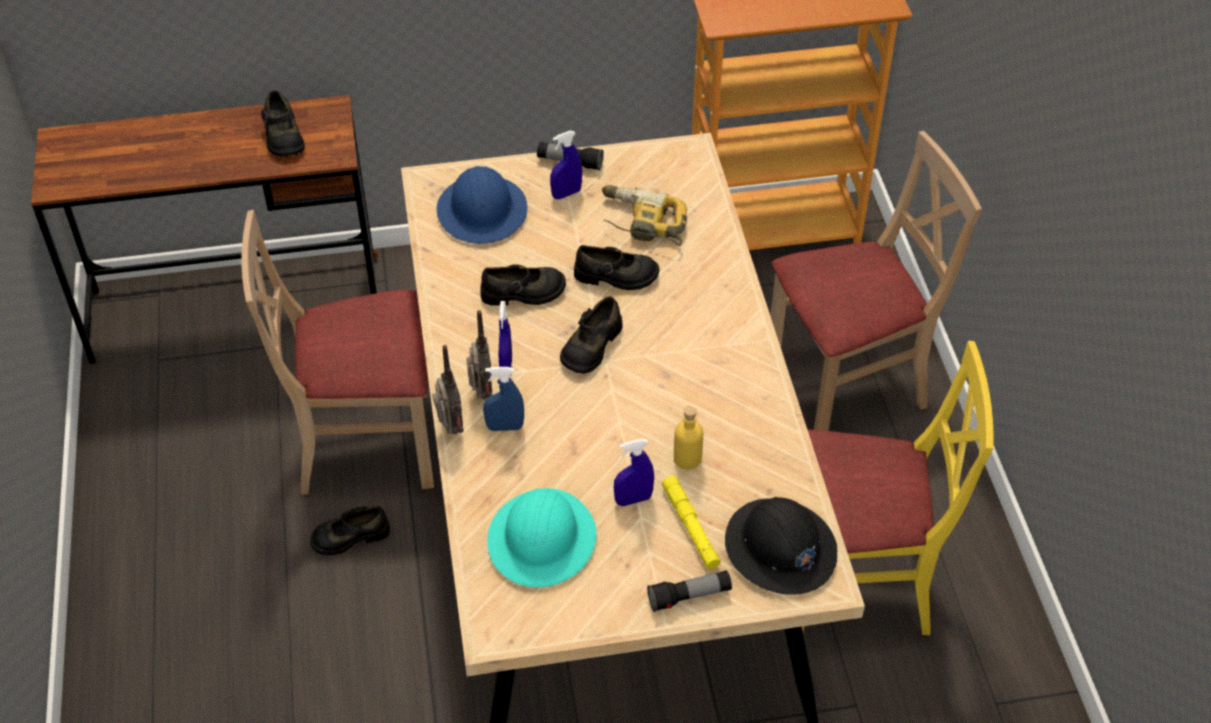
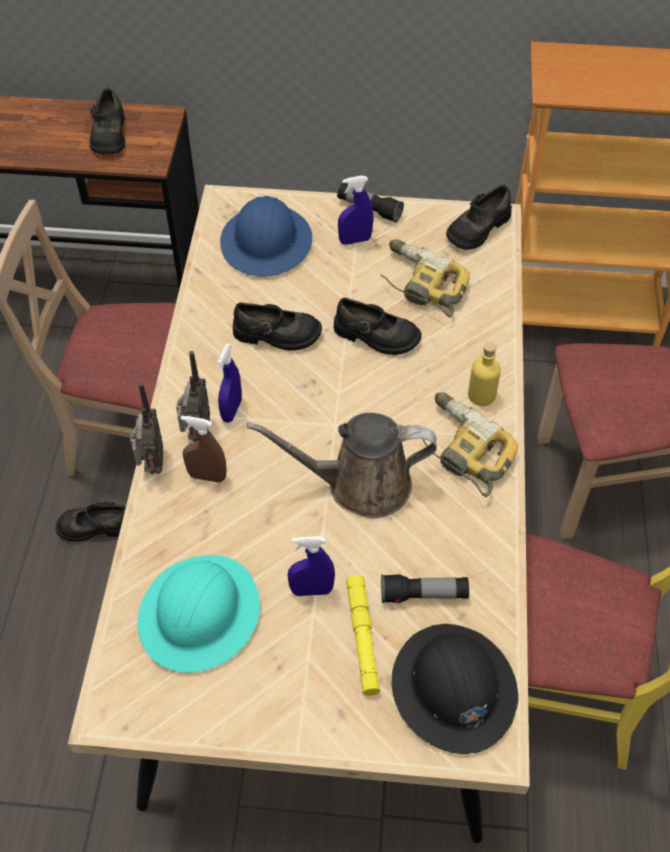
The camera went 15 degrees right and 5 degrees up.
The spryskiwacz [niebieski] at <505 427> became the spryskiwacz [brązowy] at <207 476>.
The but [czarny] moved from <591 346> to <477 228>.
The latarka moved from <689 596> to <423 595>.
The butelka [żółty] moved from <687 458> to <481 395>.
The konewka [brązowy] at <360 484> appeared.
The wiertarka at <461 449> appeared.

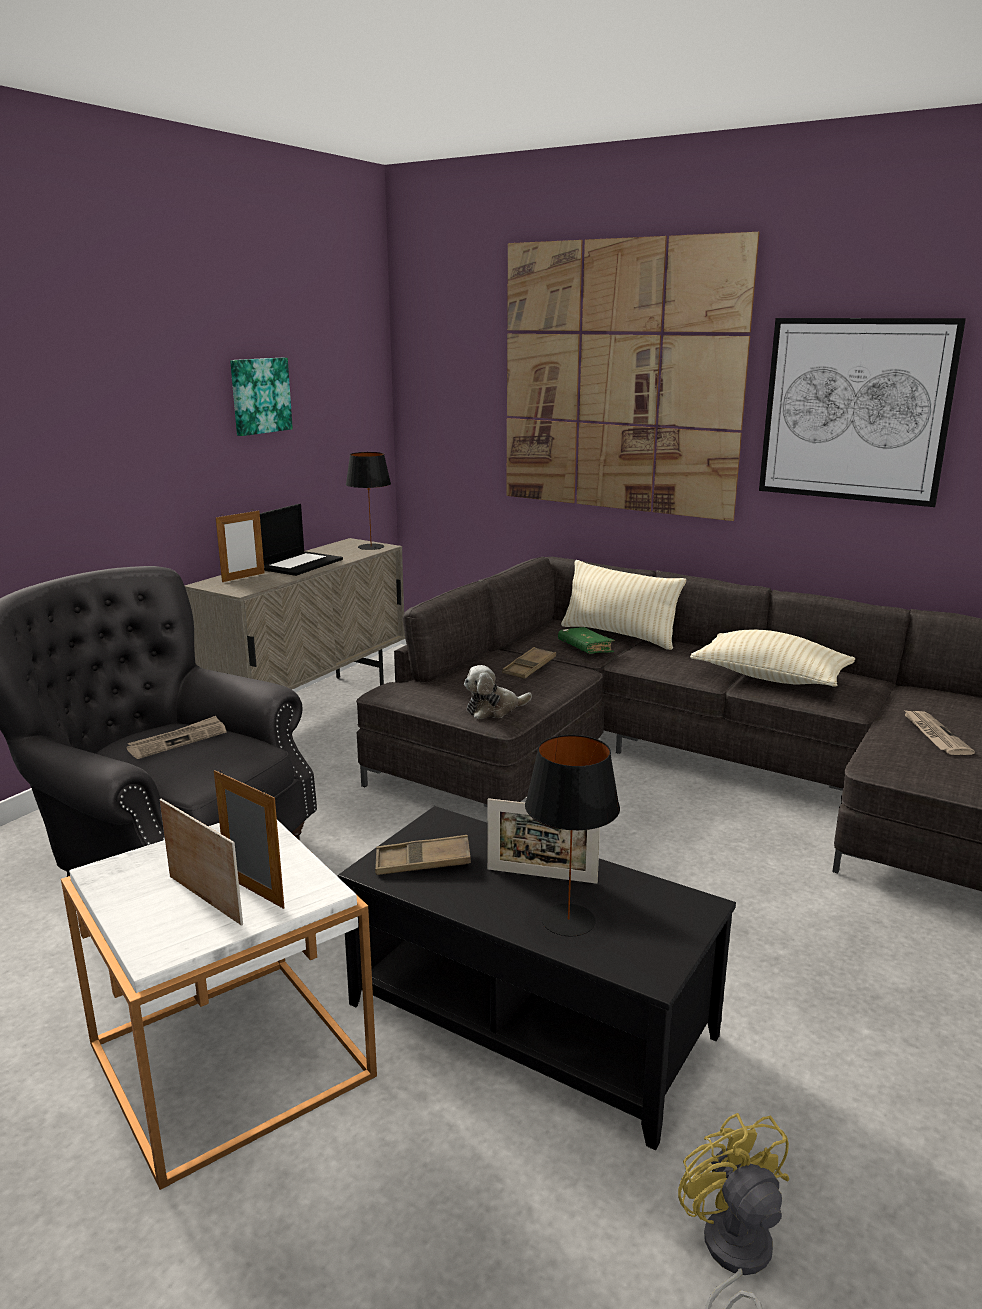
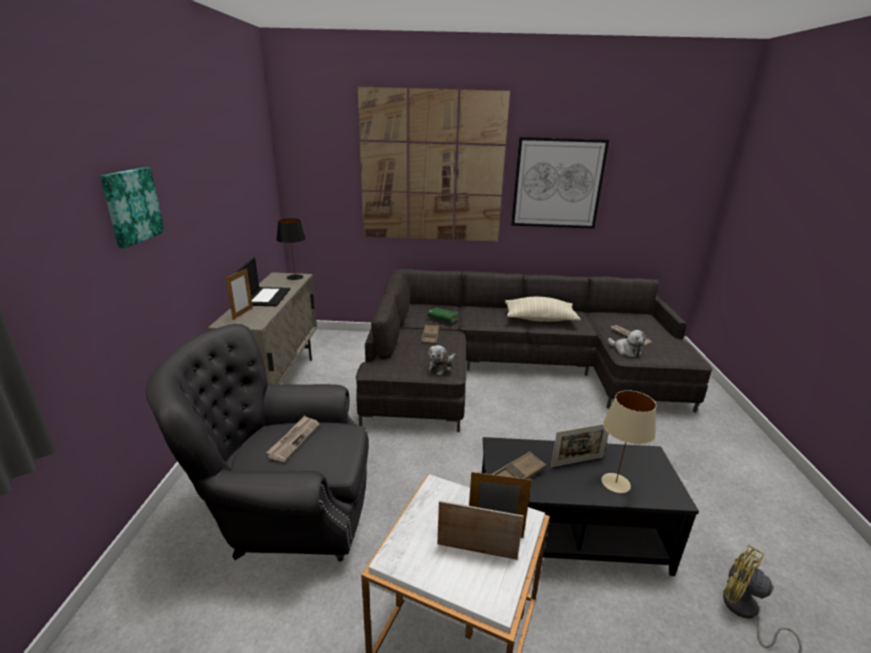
The camera went 30 degrees left and 5 degrees up.
The obraz moved from <259 395> to <131 206>.
The lampa stołowa [czarny] at <569 920> became the lampa stołowa [beżowy] at <616 483>.
The poduszka [beżowy] at <619 635> disappeared.
The pluszak at <625 350> appeared.

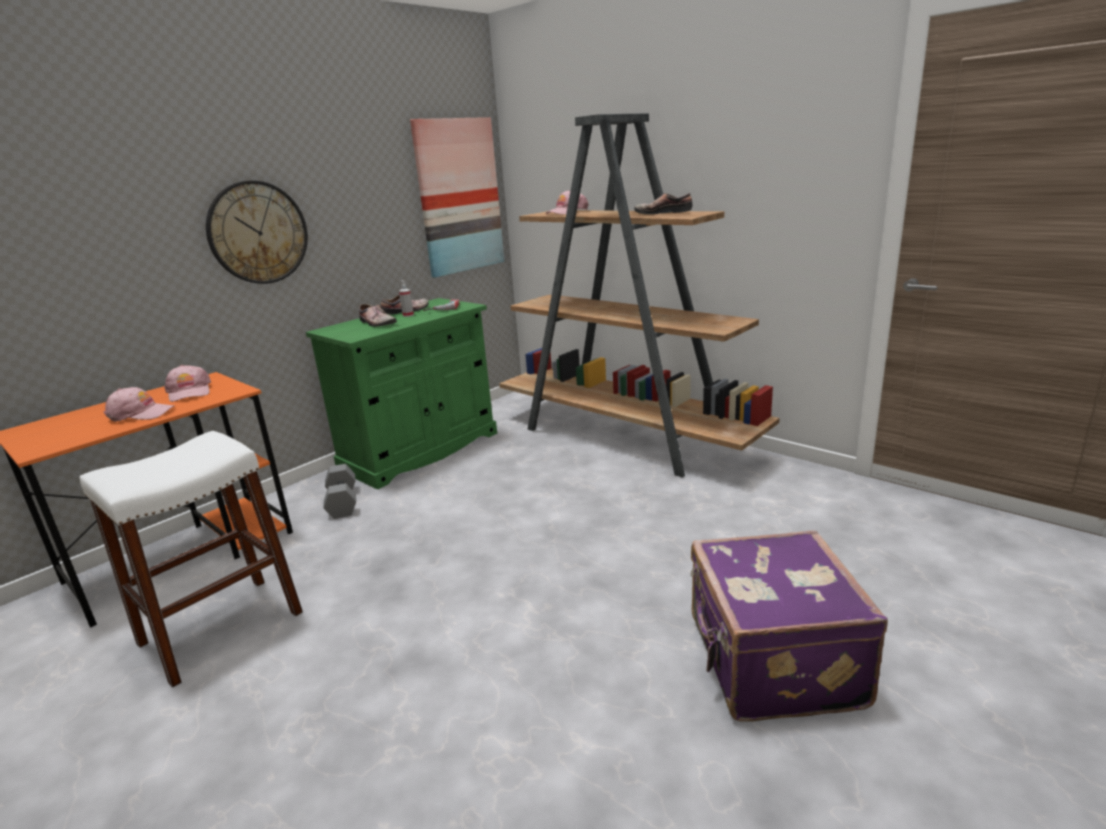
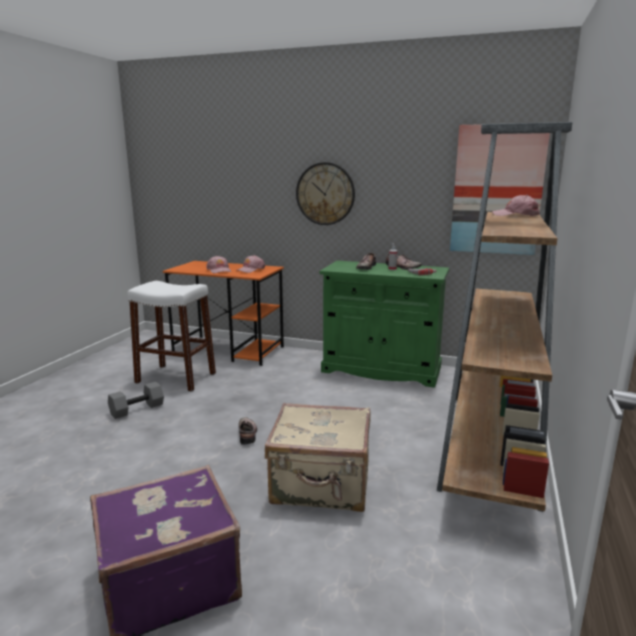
The camera went 65 degrees right and 5 degrees down.
The hantel [szary] moved from <341 502> to <137 409>.
The but moved from <663 213> to <248 434>.
The walizka [beżowy] at <321 485> appeared.

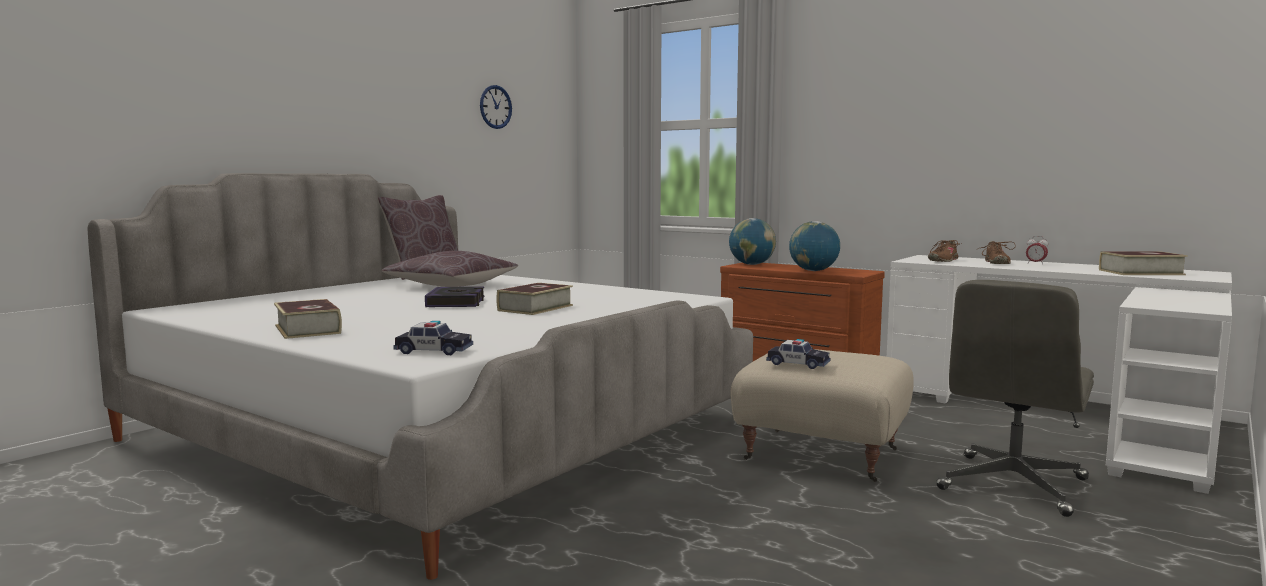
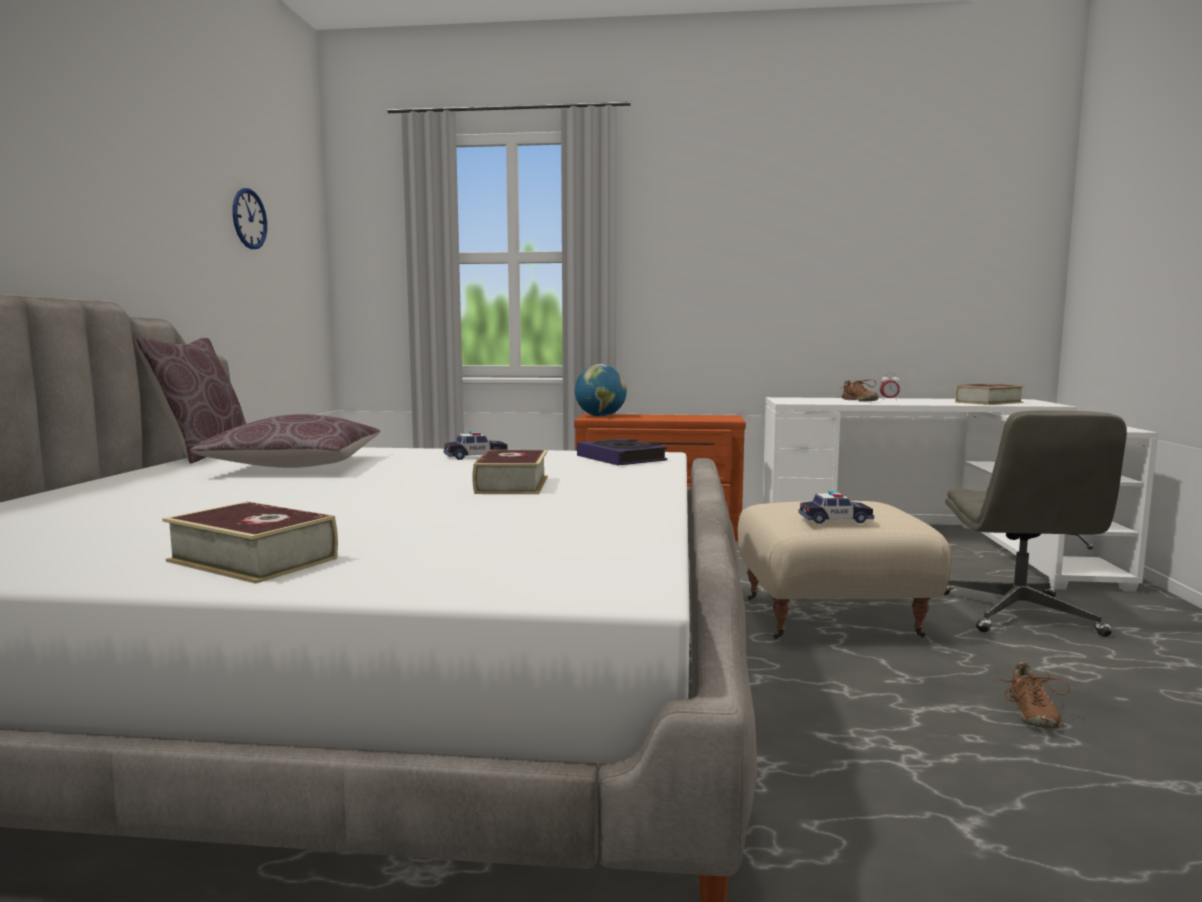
The camera went 30 degrees left and 0 degrees up.
The samochodzik moved from <434 351> to <476 456>.
The książka moved from <456 302> to <621 458>.
The globus at <813 271> disappeared.
The but [brązowy] moved from <942 260> to <1031 713>.

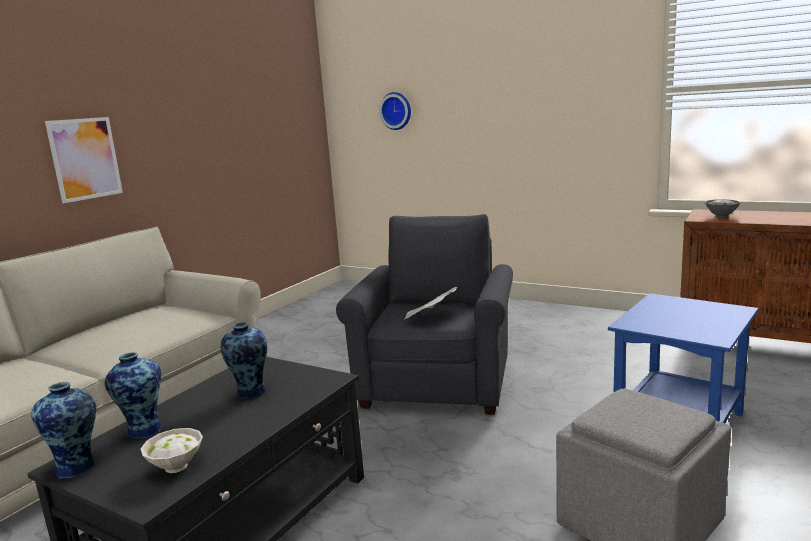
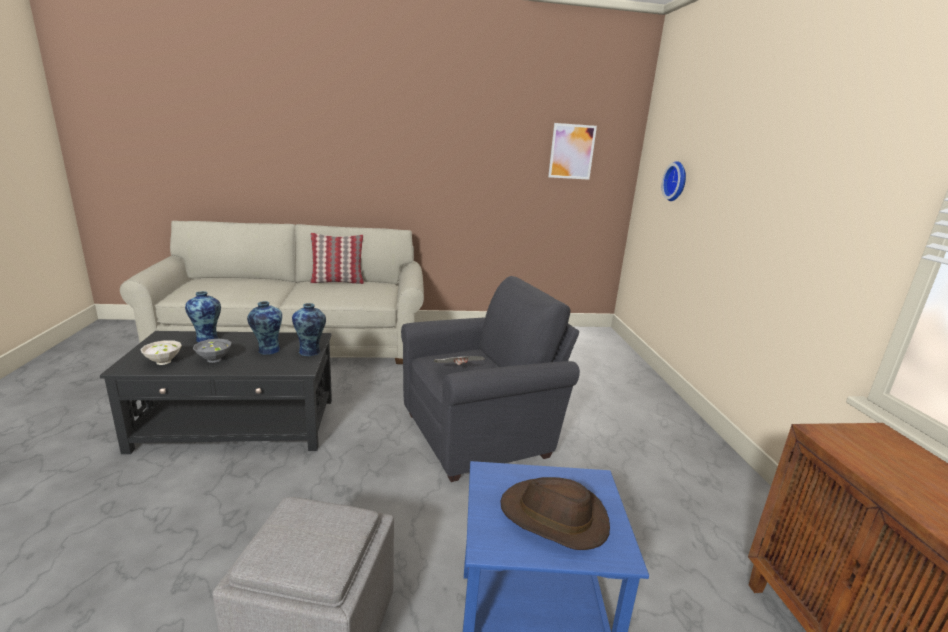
The camera went 50 degrees right and 5 degrees up.
The wazon moved from <77 467> to <310 352>.
The obraz moved from <85 159> to <572 151>.
The miska [szary] moved from <721 217> to <213 360>.
The poduszka at <337 281> appeared.
The kapelusz [brązowy] at <554 517> appeared.

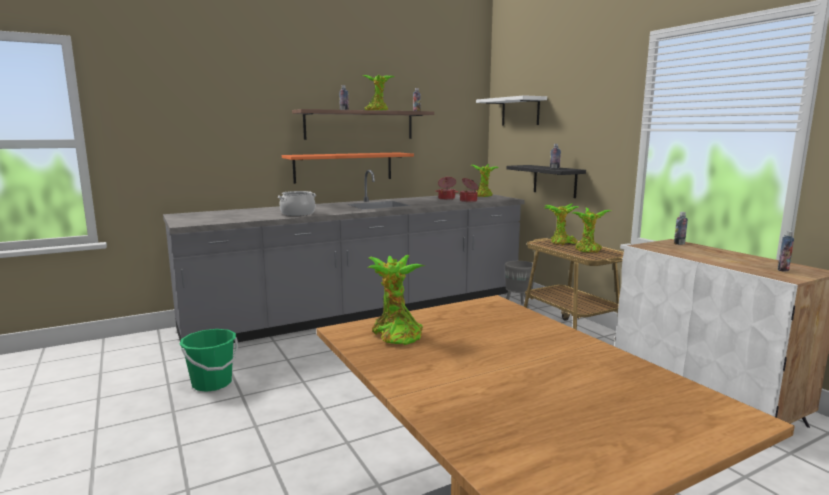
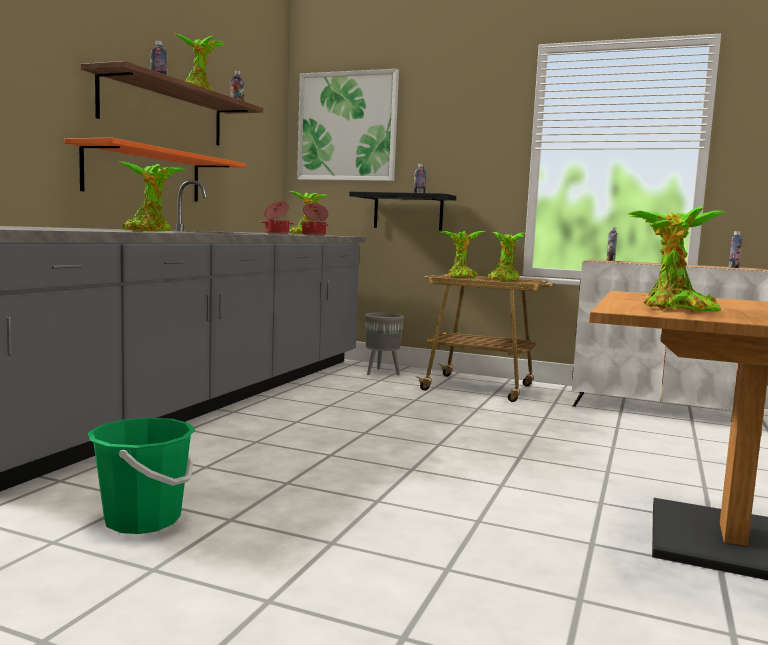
The camera went 40 degrees left and 5 degrees down.
The garnek at <298 213> was replaced by the roślina doniczkowa at <149 231>.
The półka [biały] at <520 111> was replaced by the obraz at <347 126>.

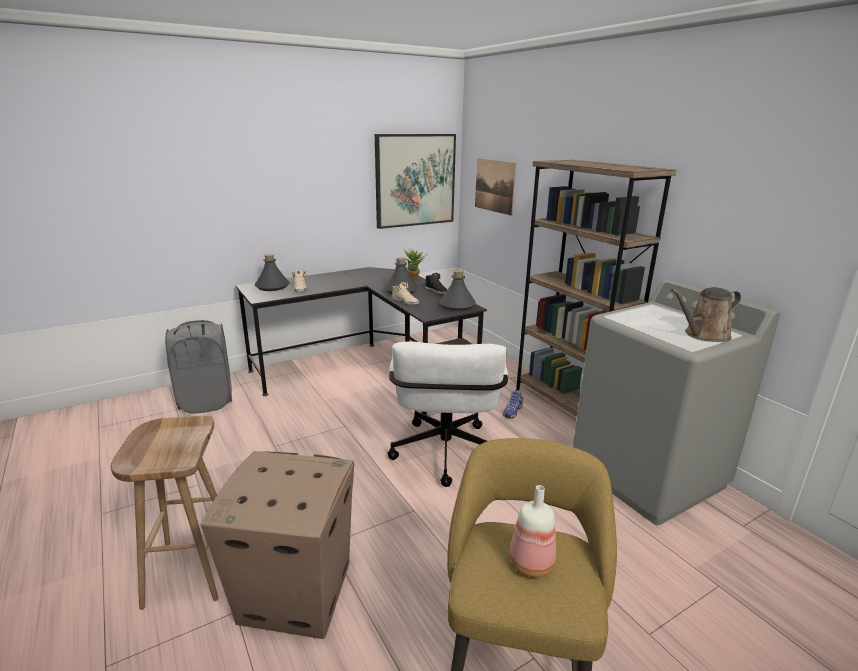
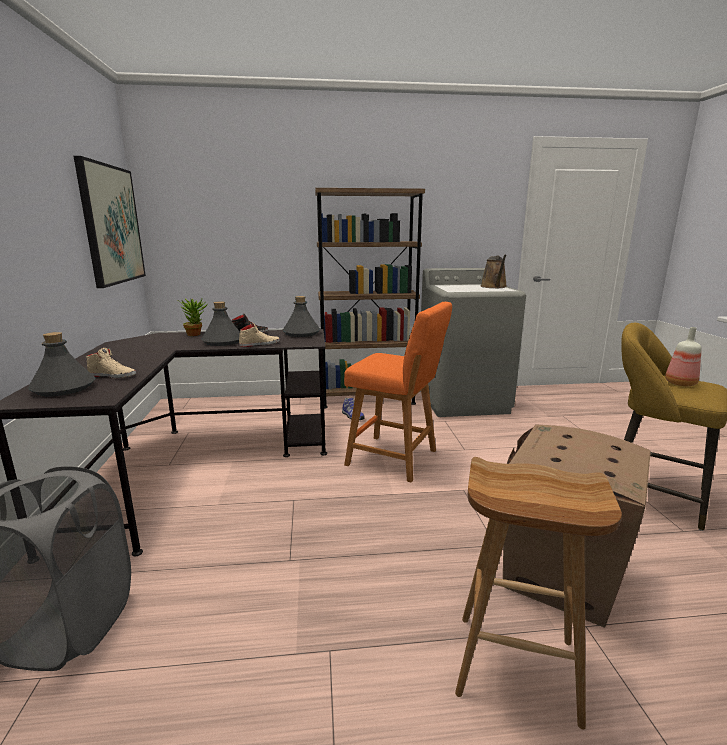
The camera went 65 degrees left and 5 degrees down.
The krzesło biurowe [biały] at <445 457> was replaced by the stołek [pomarańczowy] at <396 458>.
The obraz at <494 186> disappeared.

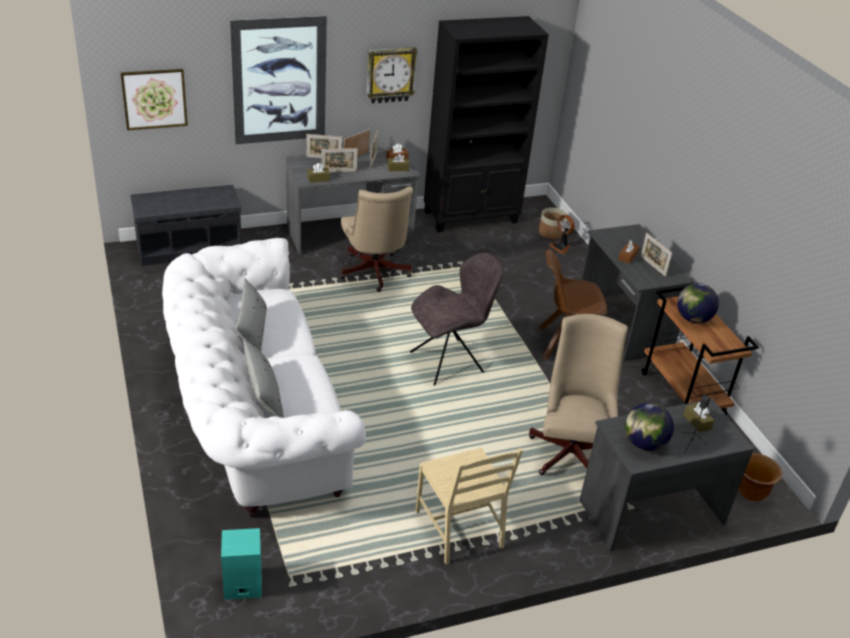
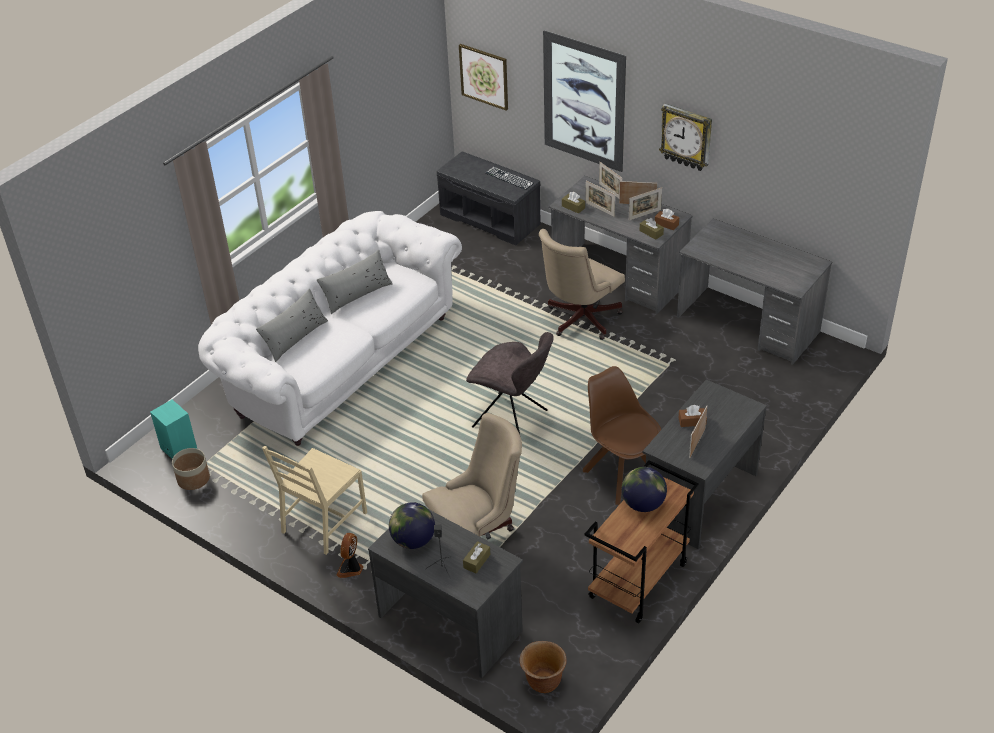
The camera went 60 degrees right and 5 degrees up.
The regał [czarny] at <471 217> was replaced by the biurko [szary] at <747 325>.
The donica moved from <551 233> to <193 479>.
The wentylator moved from <561 247> to <351 568>.
The klawiatura at <509 178> appeared.

